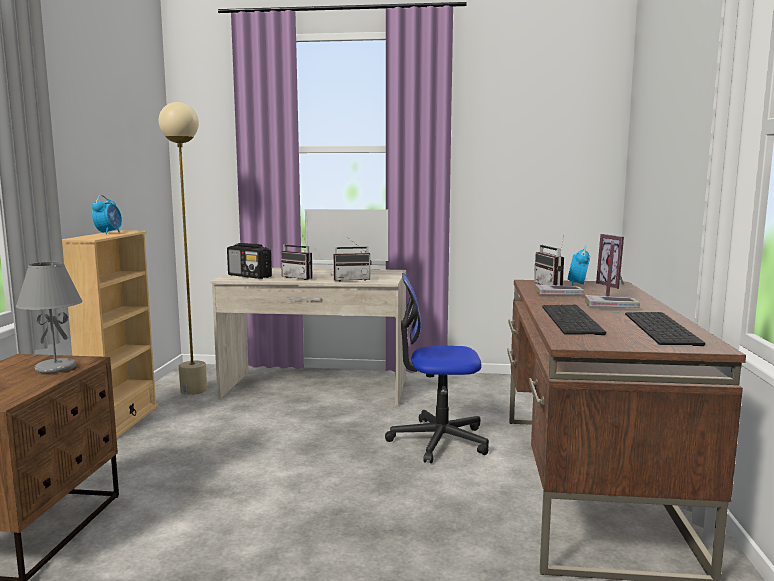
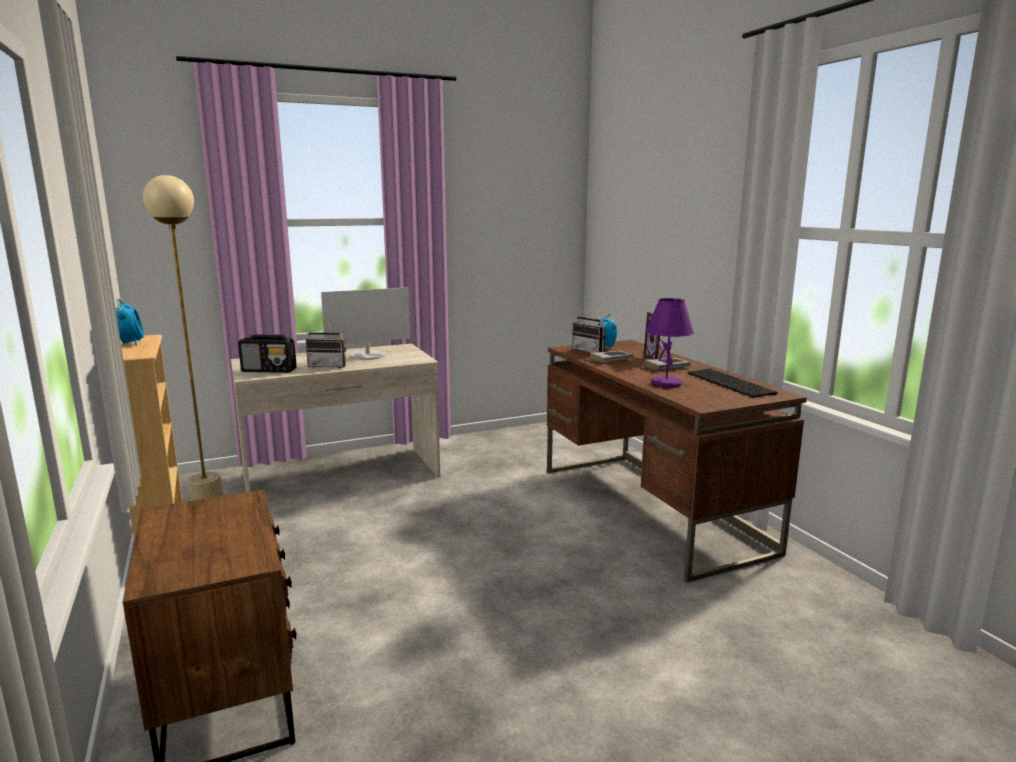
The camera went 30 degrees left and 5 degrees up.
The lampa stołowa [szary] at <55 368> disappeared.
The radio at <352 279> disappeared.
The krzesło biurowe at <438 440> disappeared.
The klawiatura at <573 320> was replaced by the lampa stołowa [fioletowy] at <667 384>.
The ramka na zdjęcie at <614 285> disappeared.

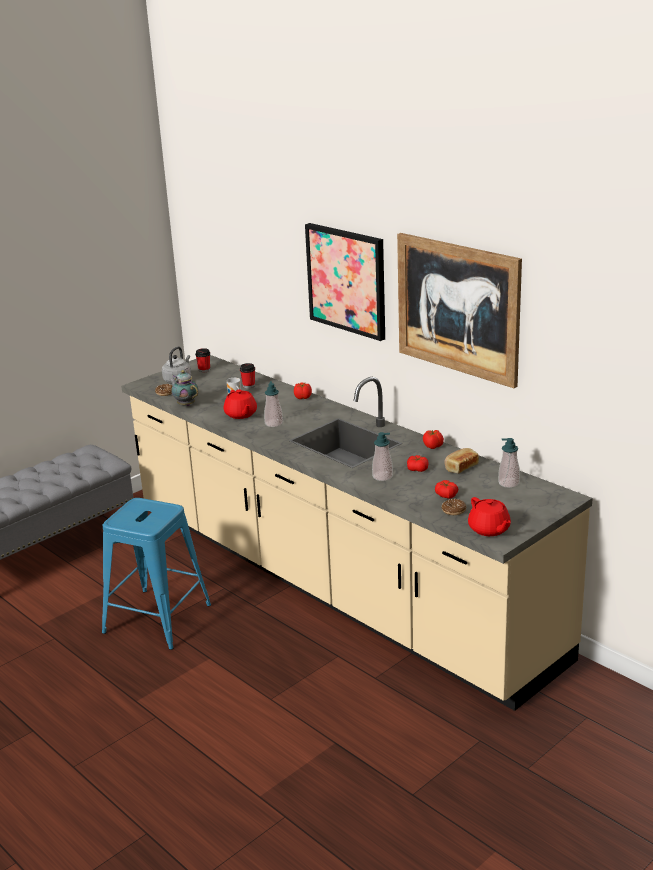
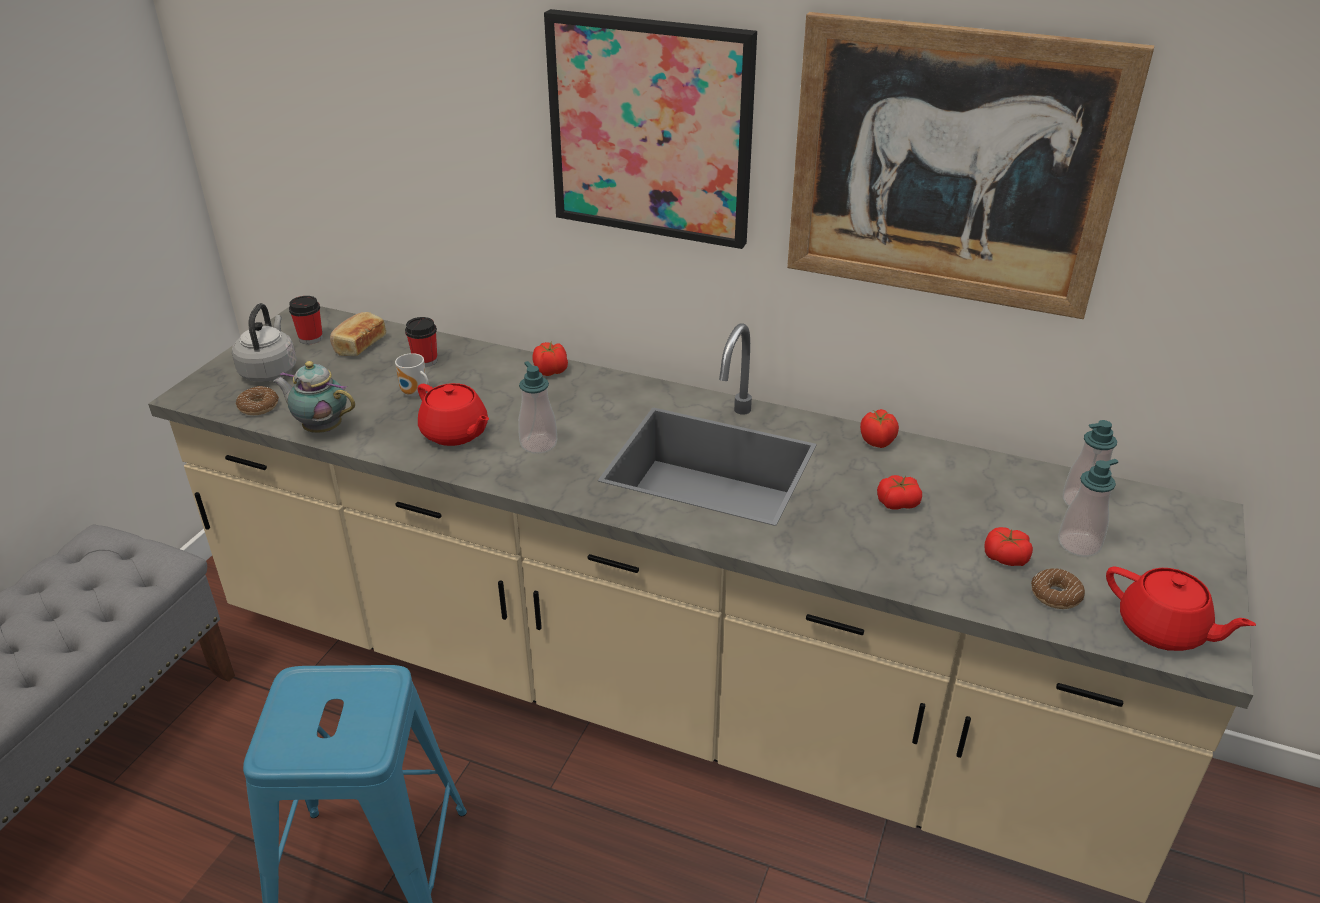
The camera went 25 degrees left and 10 degrees up.
The dozownik mydła moved from <382 477> to <1079 544>.
The chleb moved from <460 467> to <358 345>.

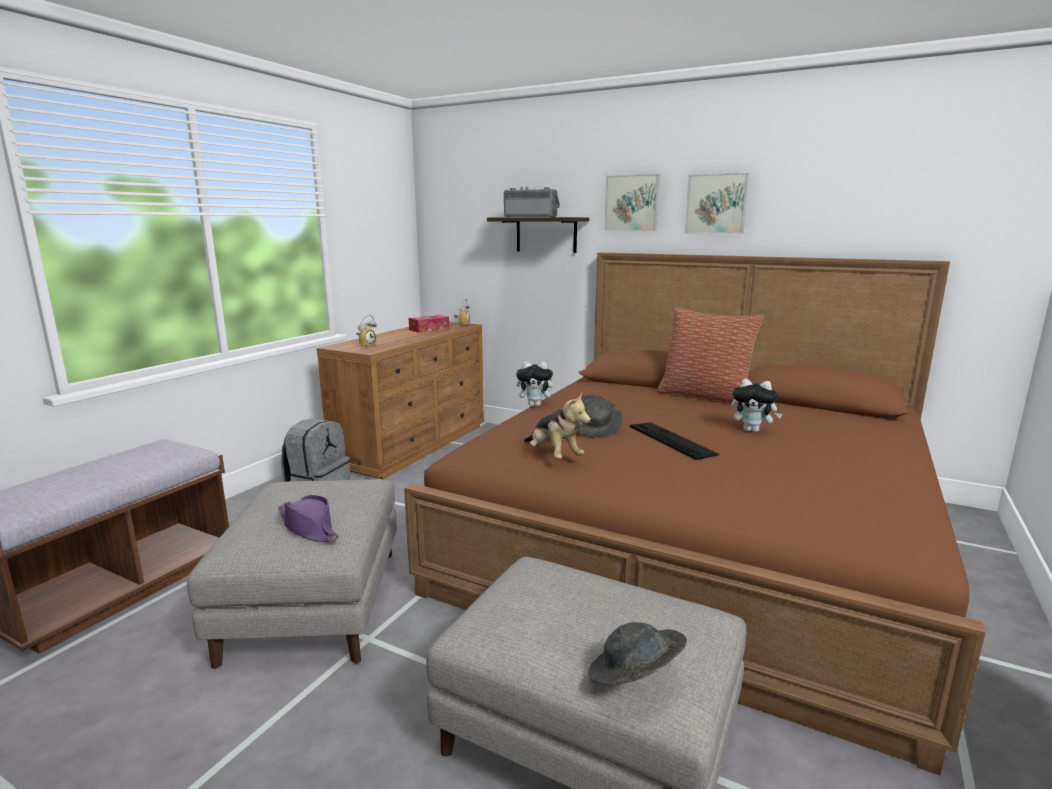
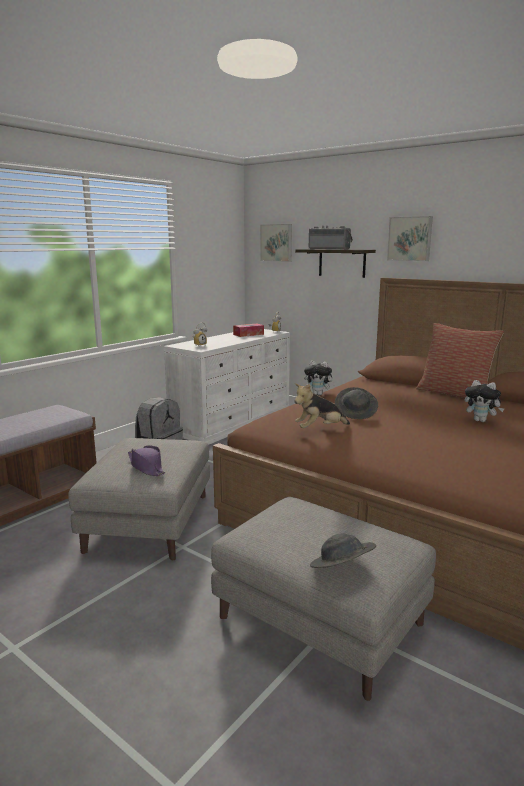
The camera went 10 degrees right and 0 degrees up.
The komoda [brązowy] at <414 445> became the komoda [biały] at <233 423>.
The pluszak at <553 456> turned 90 degrees clockwise.
The klawiatura at <671 440> disappeared.
The obraz moved from <716 204> to <277 243>.

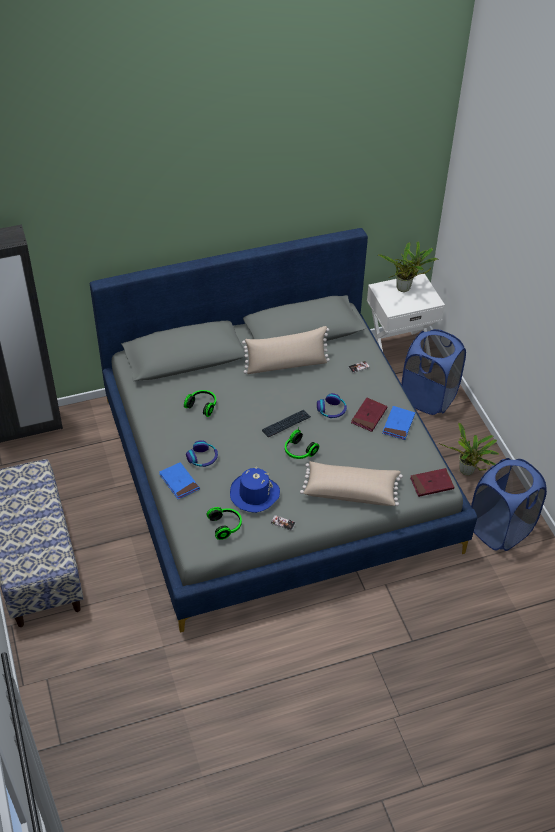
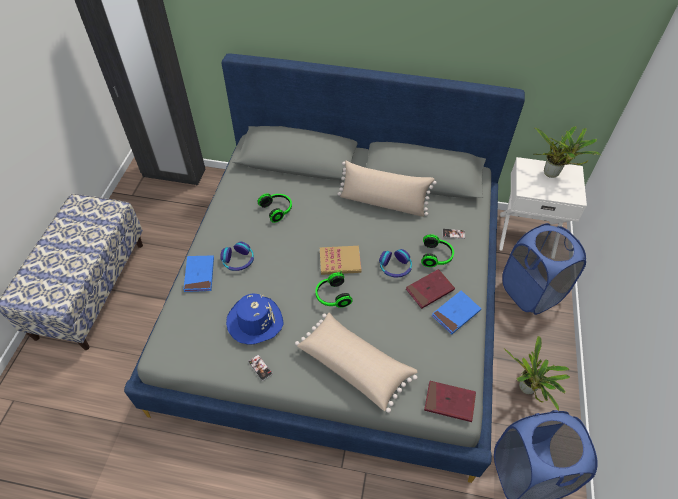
The camera went 30 degrees right and 5 degrees up.
The słuchawki moved from <226 526> to <436 256>.
The klawiatura at <286 424> was replaced by the książka at <340 261>.

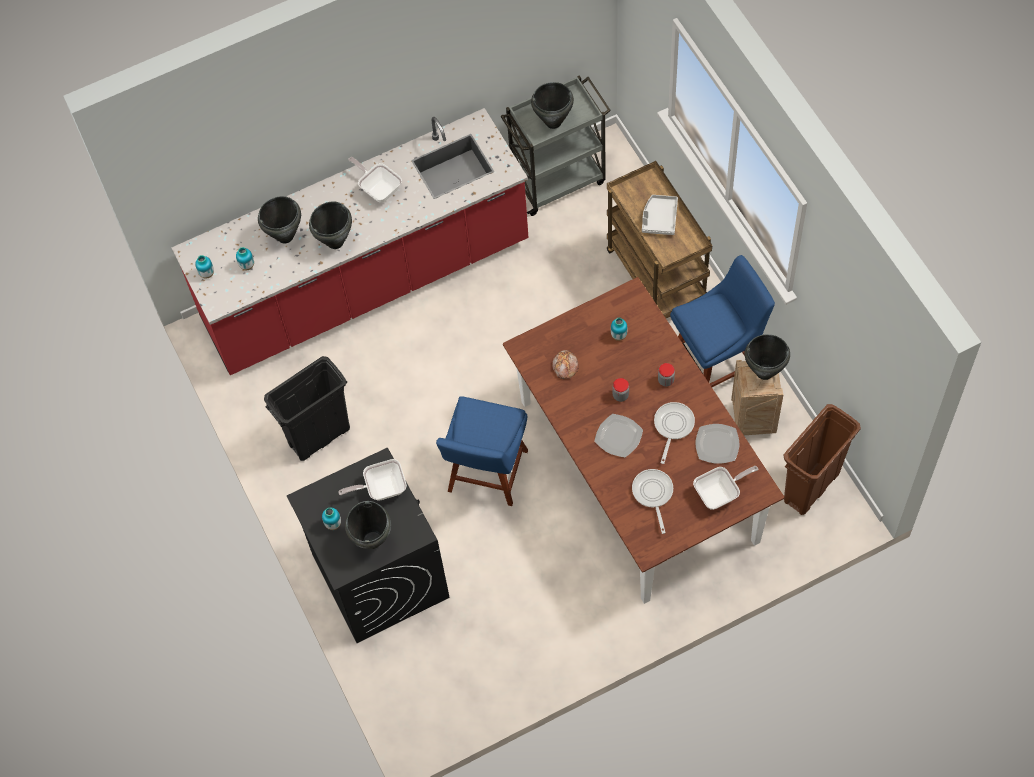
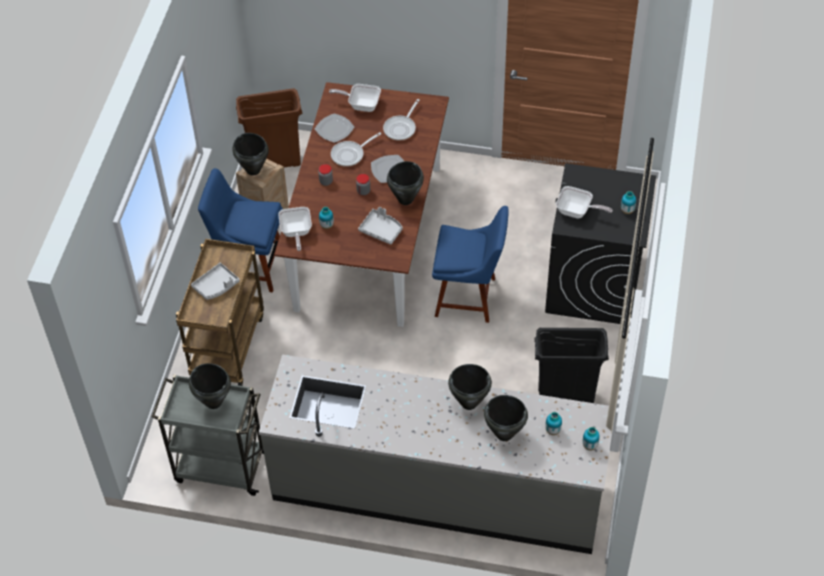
The camera went 145 degrees left and 10 degrees down.
The zabudowa kuchenna [czerwony] at <366 283> became the zabudowa kuchenna [szary] at <438 489>.
The garnek [czarny] moved from <372 540> to <405 199>.
The patelnia moved from <378 188> to <296 233>.
The krzesło [niebieski] at <486 475> turned 45 degrees clockwise.
The chleb at <565 367> was replaced by the taca [szary] at <381 230>.

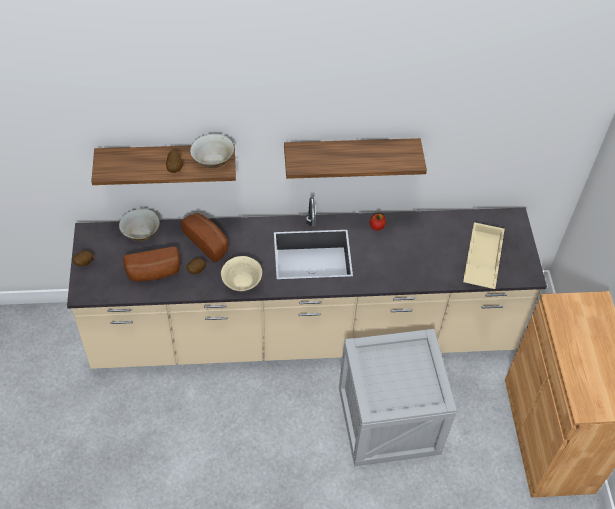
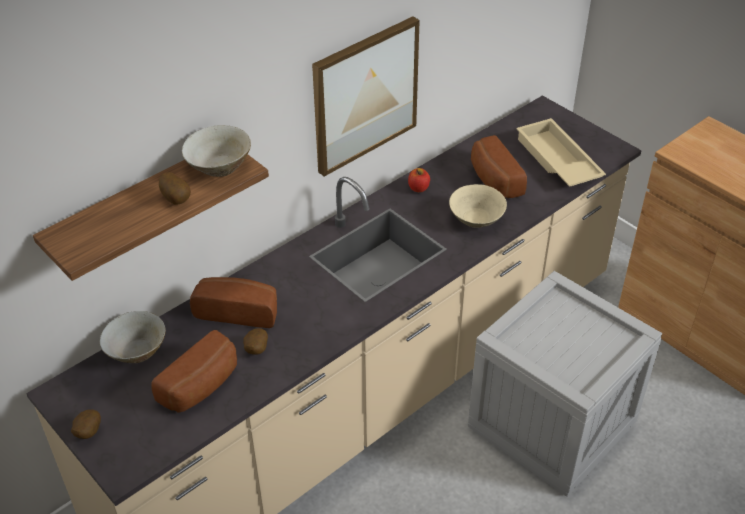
The camera went 35 degrees left and 10 degrees down.
The miska [beżowy] moved from <242 282> to <476 220>.
The półka at <351 154> was replaced by the obraz at <364 95>.
The chleb at <493 180> appeared.

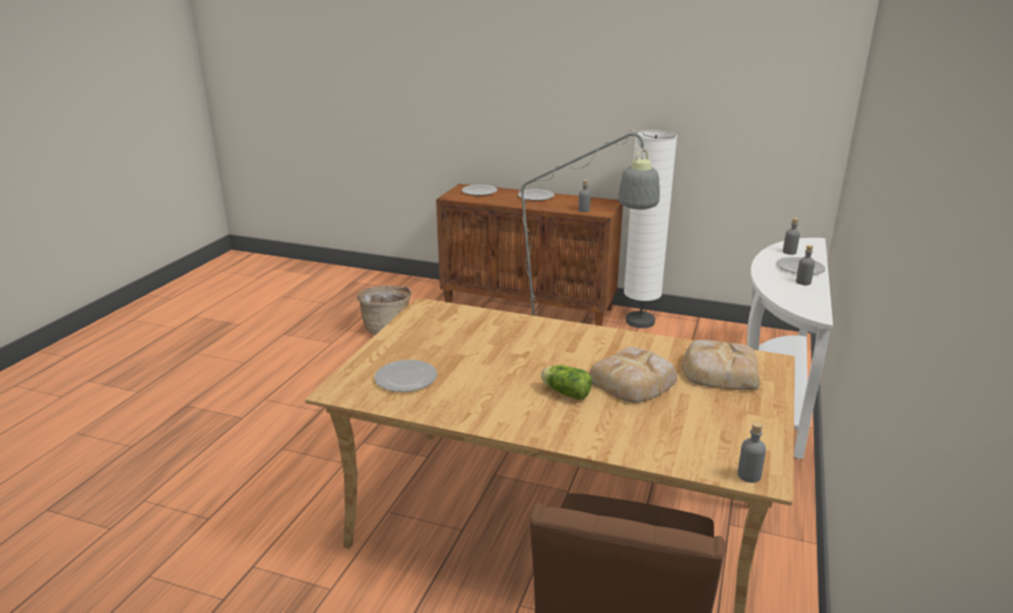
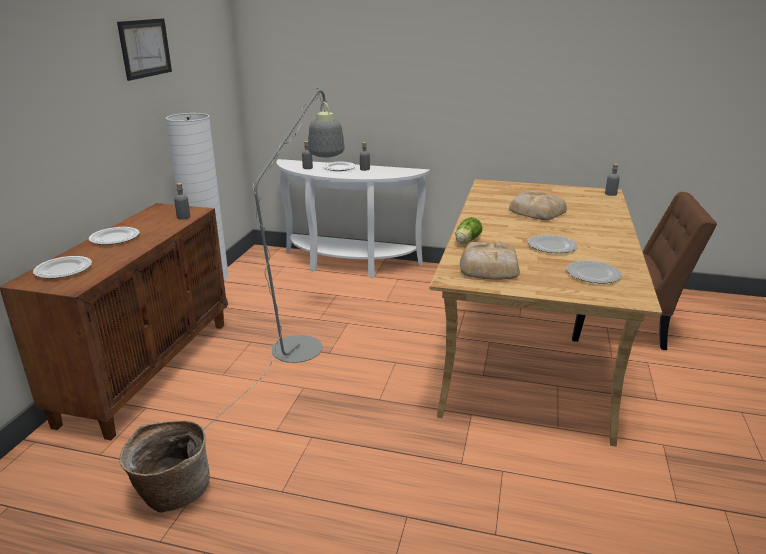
The camera went 95 degrees left and 0 degrees up.
The sałata moved from <565 392> to <466 241>.
The chleb moved from <719 371> to <488 267>.
The obraz at <145 48> appeared.
The talerz at <552 246> appeared.

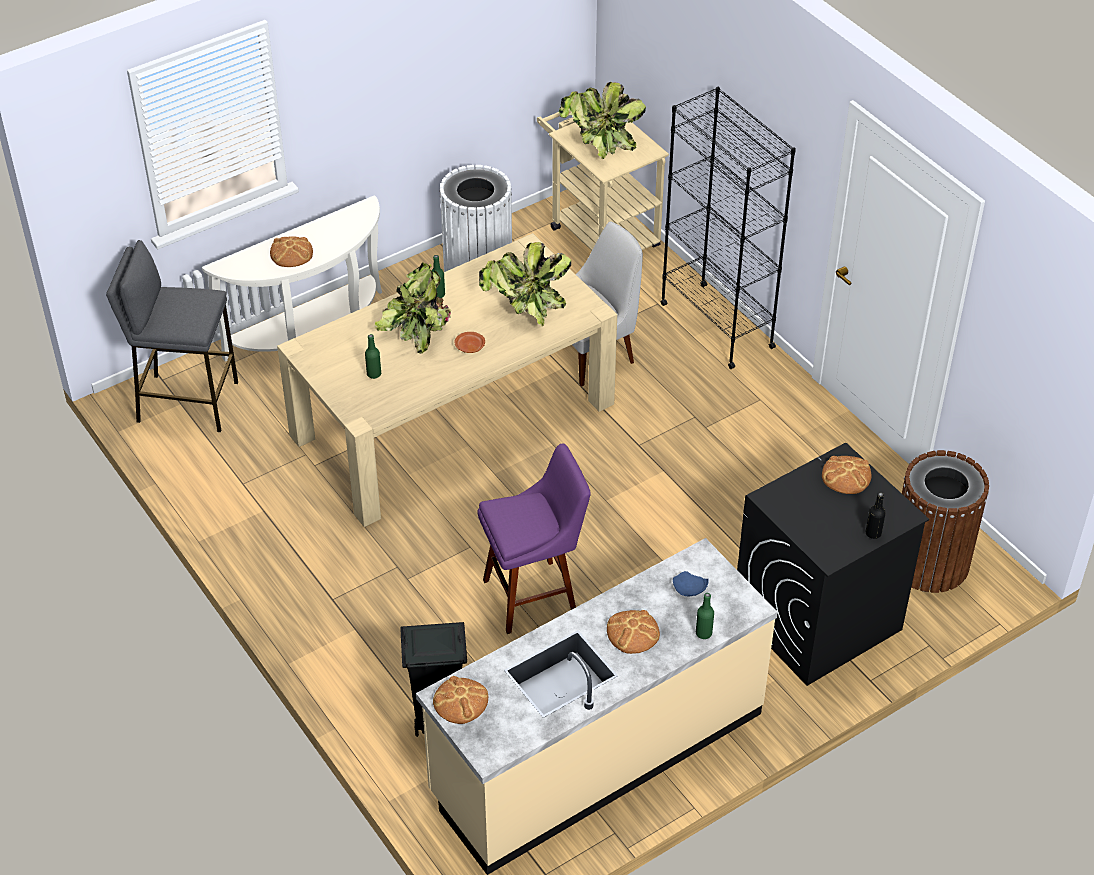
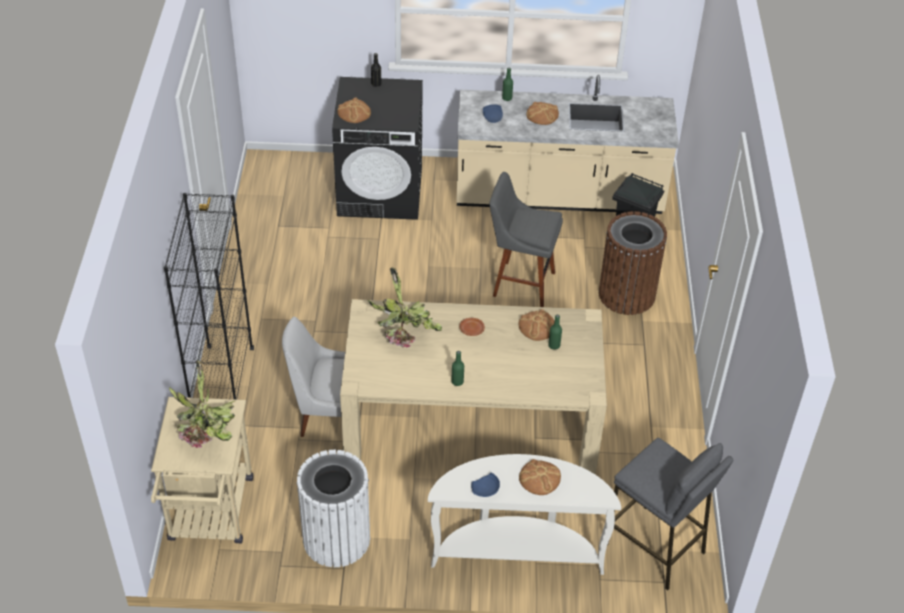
The camera went 145 degrees left and 0 degrees up.
The roślina doniczkowa at <418 328> disappeared.
The chleb moved from <460 701> to <537 326>.
The stołek [fioletowy] at <535 595> became the stołek [szary] at <520 283>.
The kosz na śmieci [brązowy] moved from <928 562> to <627 294>.
The talerz [niebieski] at <485 490> appeared.

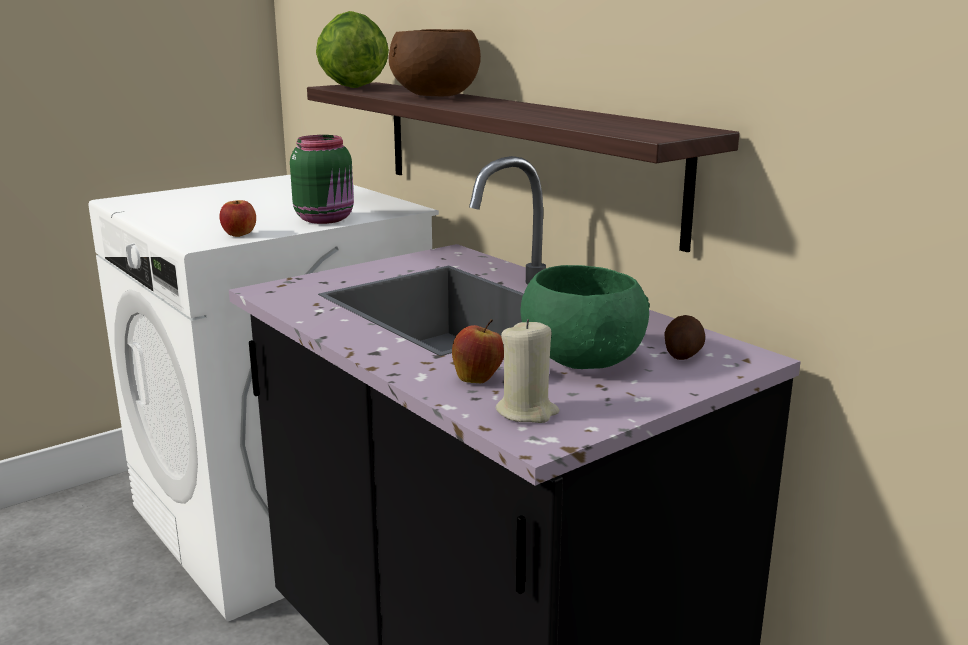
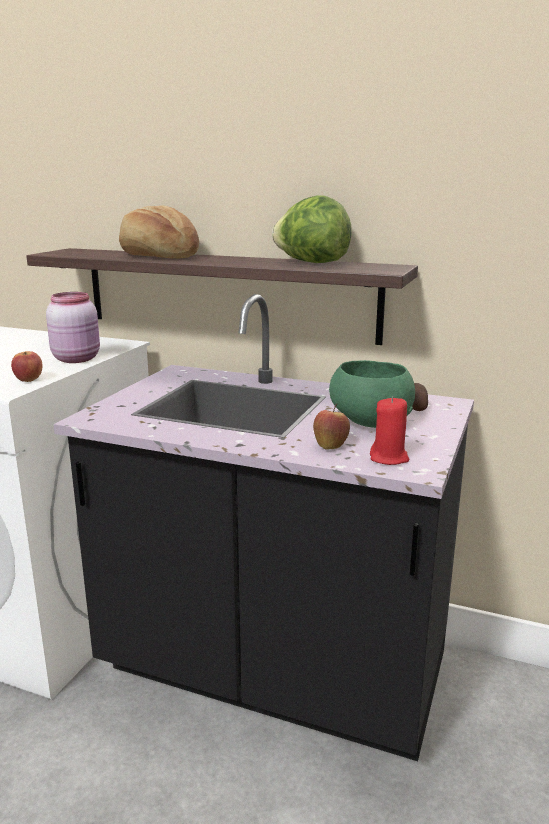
The camera went 30 degrees left and 0 degrees up.
The słoik [zielony] at <326 219> became the słoik [różowy] at <78 359>.
The sałata moved from <351 87> to <312 262>.
The miska [brązowy] at <435 96> was replaced by the chleb at <158 256>.
The świeca [beżowy] at <527 412> became the świeca [czerwony] at <389 458>.

